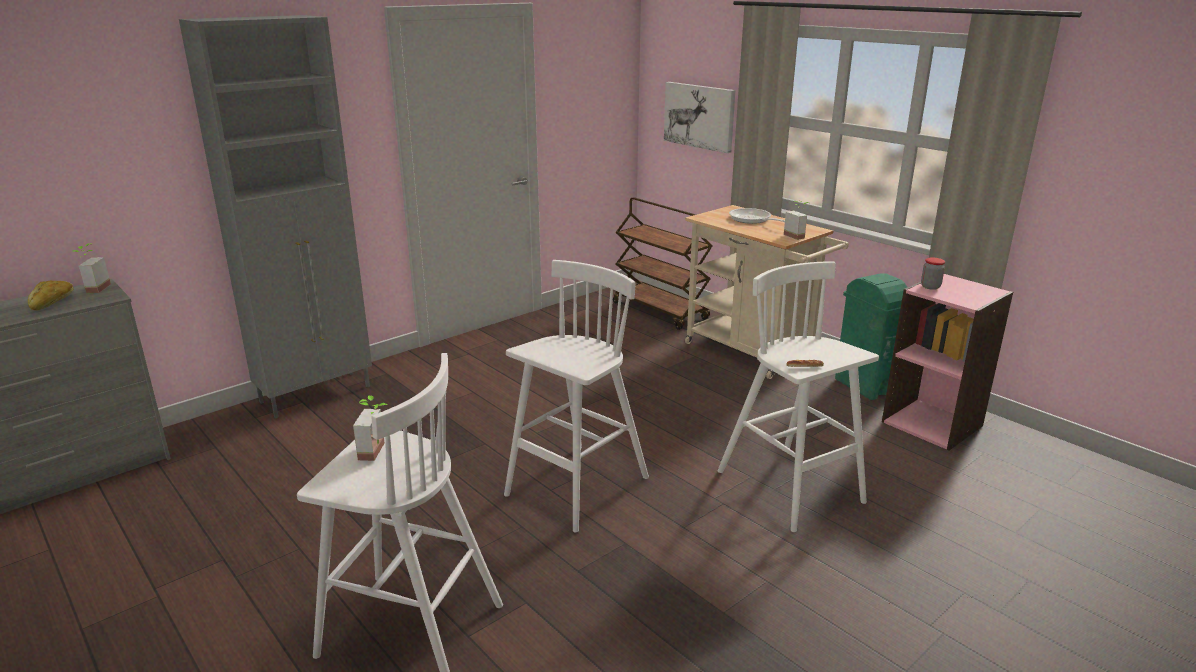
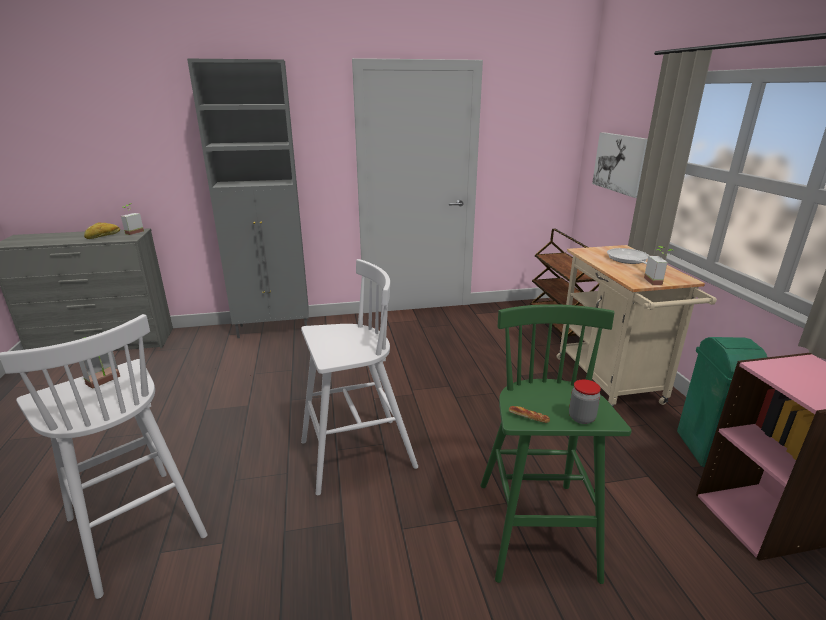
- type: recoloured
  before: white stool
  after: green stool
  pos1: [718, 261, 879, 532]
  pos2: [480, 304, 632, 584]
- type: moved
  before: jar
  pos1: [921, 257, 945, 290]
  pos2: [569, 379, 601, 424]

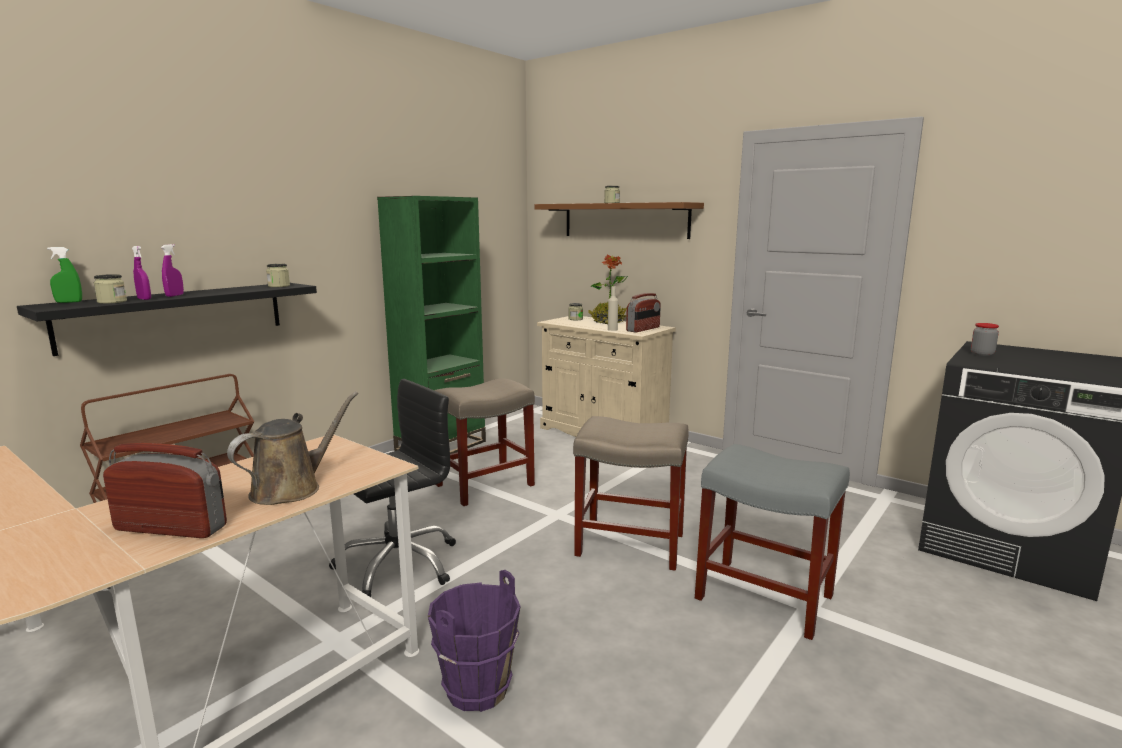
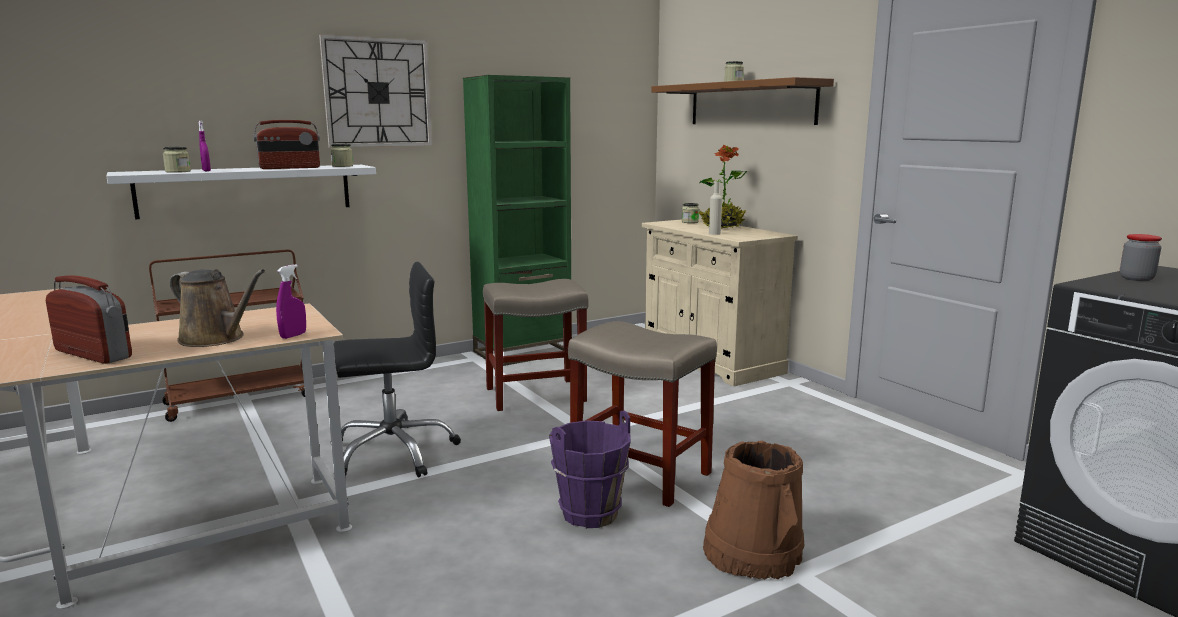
- type: recoloured
  before: black shelf
  after: white shelf
  pos1: [17, 283, 317, 356]
  pos2: [106, 165, 376, 220]
- type: removed
  before: green spray bottle
  pos1: [47, 247, 82, 303]
- type: moved
  before: purple spray bottle
  pos1: [161, 244, 184, 297]
  pos2: [276, 264, 306, 339]
- type: turned
  before: brown watering can
  pos1: [227, 392, 358, 505]
  pos2: [170, 269, 265, 347]
  turn: 60
- type: moved
  before: purple bucket
  pos1: [428, 570, 521, 712]
  pos2: [549, 410, 631, 528]
- type: moved
  before: radio
  pos1: [626, 293, 661, 332]
  pos2: [253, 120, 320, 169]
- type: replaced
  before: grey stool
  after: brown bucket
  pos1: [695, 444, 850, 640]
  pos2: [703, 440, 804, 580]
- type: added
  after: wall clock
  pos2: [319, 34, 432, 148]

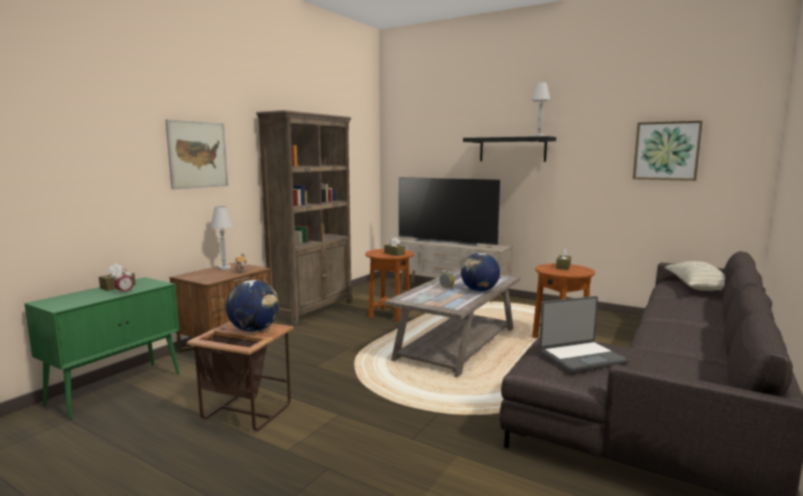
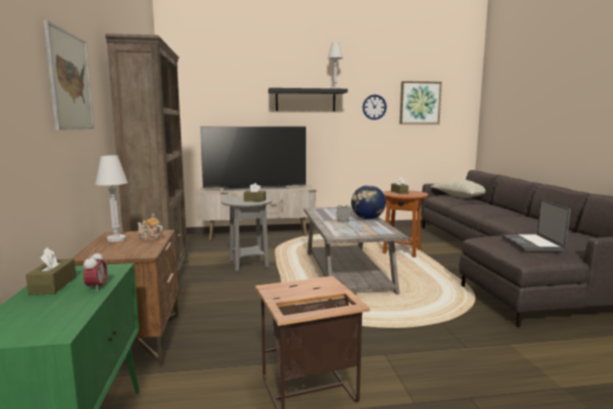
- type: removed
  before: globe
  pos1: [226, 280, 279, 332]
- type: recoloured
  before: brown side table
  after: grey side table
  pos1: [365, 249, 414, 322]
  pos2: [221, 196, 272, 271]
- type: turned
  before: laptop
  pos1: [539, 296, 629, 372]
  pos2: [502, 200, 571, 251]
  turn: 150
- type: added
  after: wall clock
  pos2: [362, 94, 387, 120]

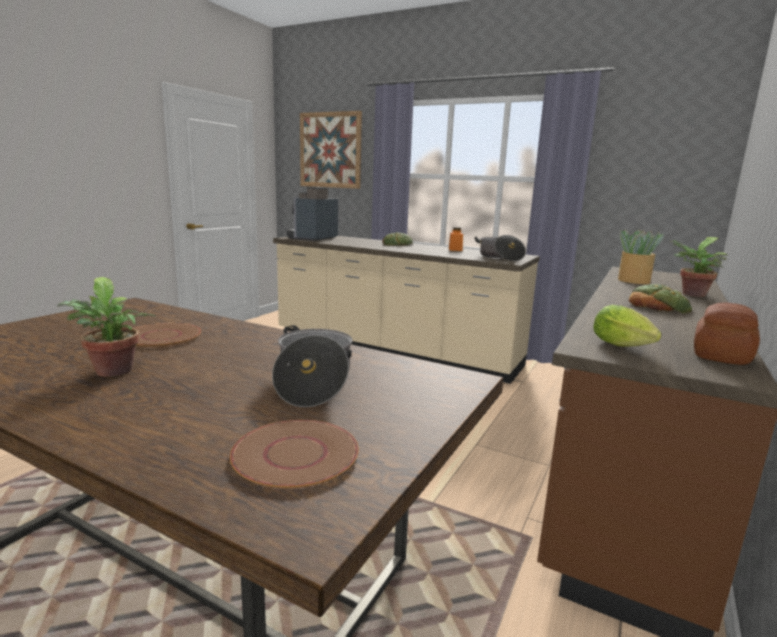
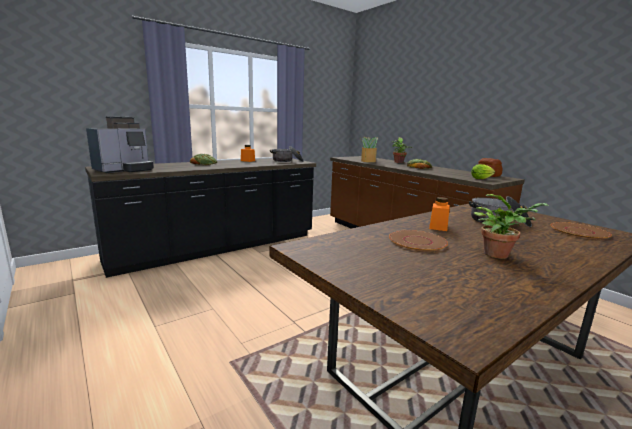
- type: recoloured
  before: beige counter
  after: black counter
  pos1: [273, 236, 540, 384]
  pos2: [85, 158, 316, 278]
- type: turned
  before: coffee machine
  pos1: [287, 187, 338, 241]
  pos2: [86, 116, 154, 173]
  turn: -105
- type: removed
  before: picture
  pos1: [300, 111, 362, 189]
- type: added
  after: orange jar
  pos2: [429, 197, 449, 231]

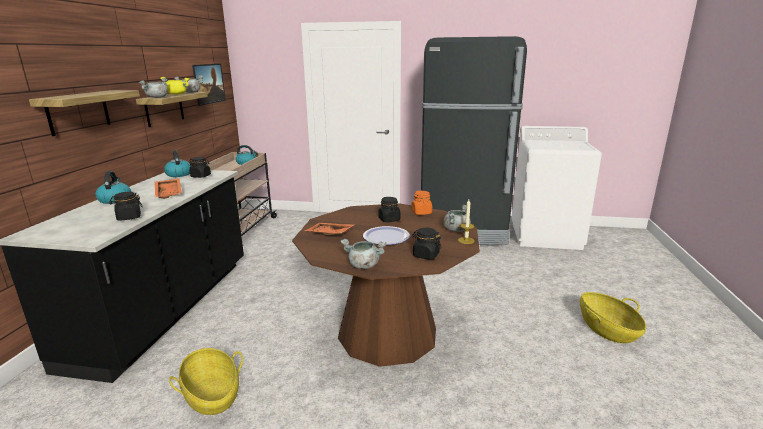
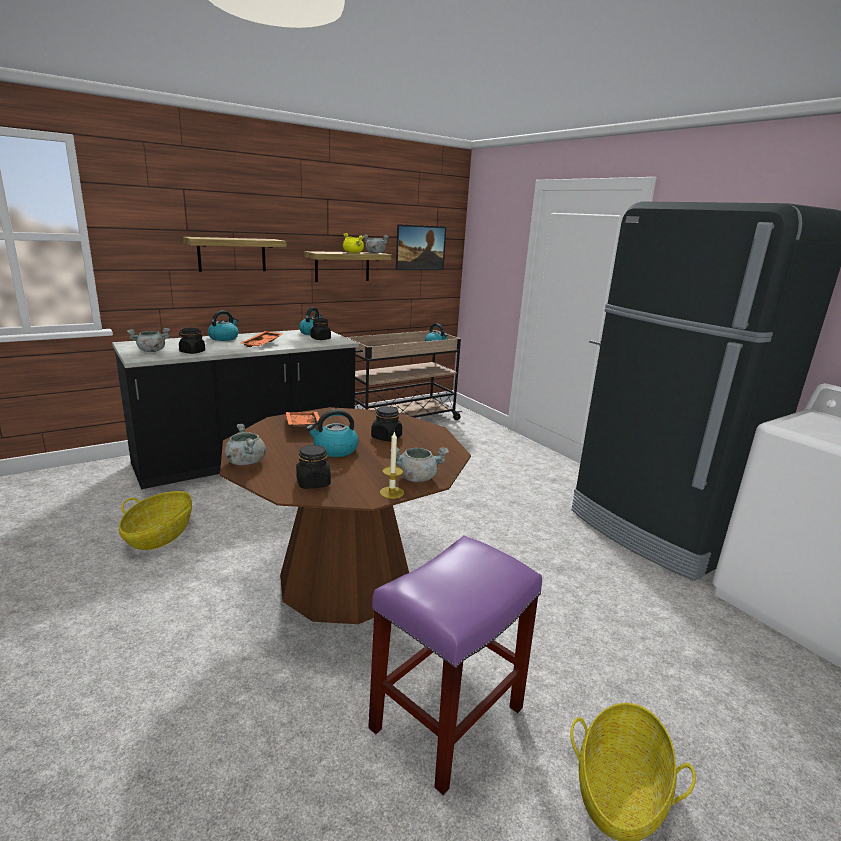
- type: moved
  before: grey cooking pot
  pos1: [139, 78, 168, 98]
  pos2: [127, 328, 170, 352]
- type: replaced
  before: plate
  after: kettle
  pos1: [363, 226, 410, 245]
  pos2: [306, 409, 359, 457]
- type: removed
  before: orange jar
  pos1: [411, 191, 432, 215]
- type: added
  after: purple stool
  pos2: [368, 536, 542, 795]

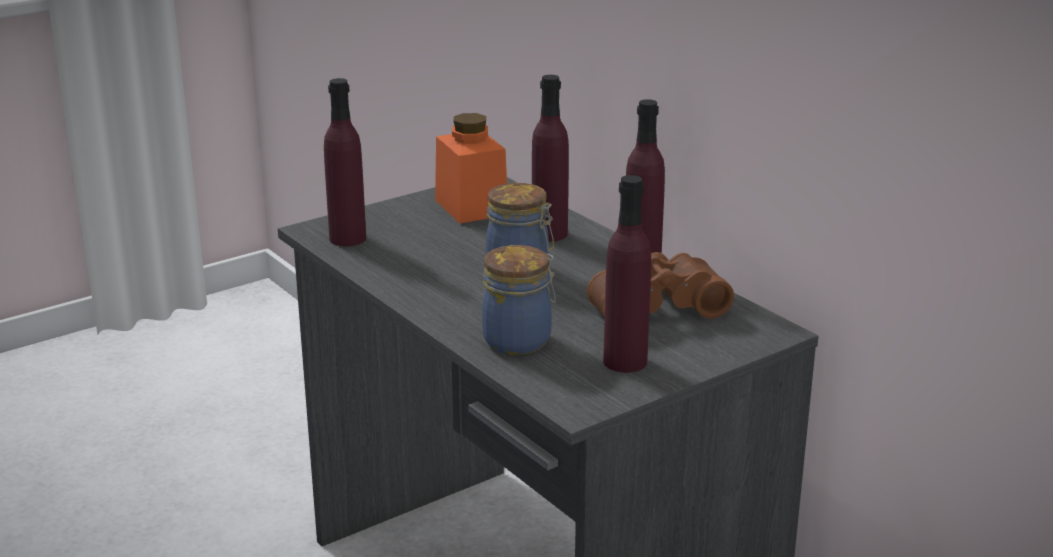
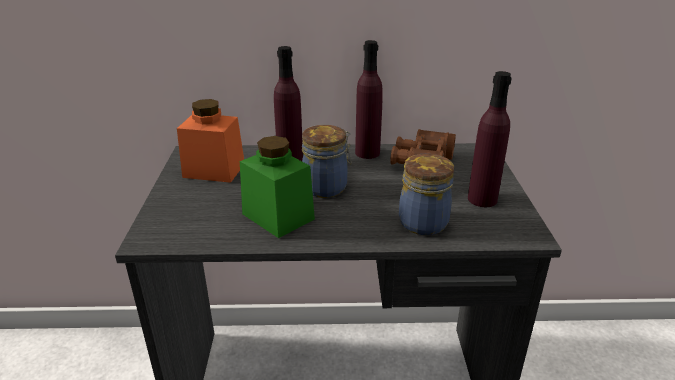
- type: removed
  before: purple bottle
  pos1: [324, 78, 366, 246]
- type: added
  after: green jar
  pos2: [240, 136, 315, 238]

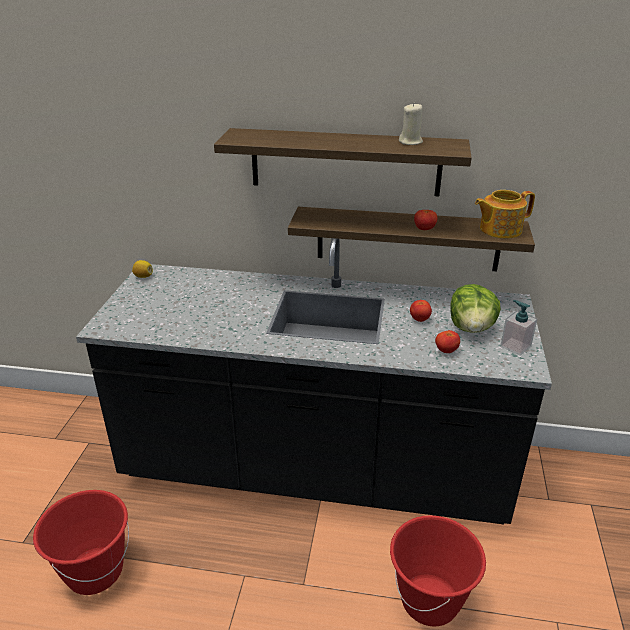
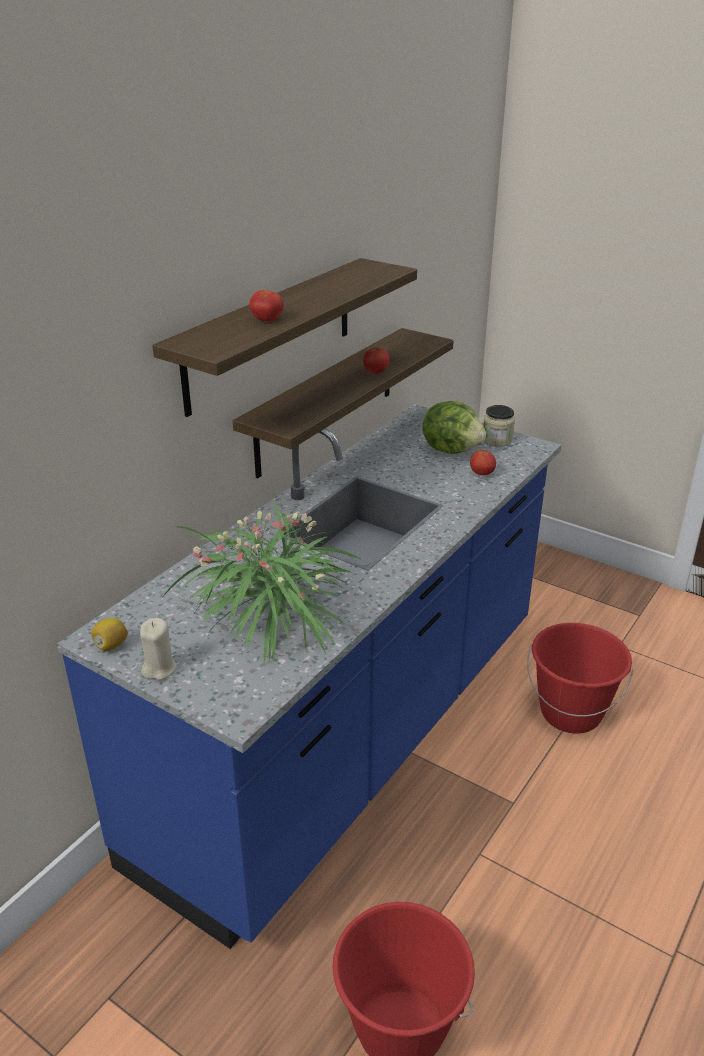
- type: recoloured
  before: black counter
  after: blue counter
  pos1: [76, 238, 552, 524]
  pos2: [57, 404, 562, 949]
- type: moved
  before: beige candle
  pos1: [399, 103, 423, 145]
  pos2: [140, 618, 177, 680]
- type: moved
  before: tomato
  pos1: [410, 300, 432, 322]
  pos2: [249, 290, 284, 322]
- type: removed
  before: teapot
  pos1: [475, 190, 535, 239]
- type: replaced
  before: soap dispenser
  after: jar
  pos1: [500, 300, 538, 356]
  pos2: [483, 405, 515, 447]
- type: added
  after: potted plant
  pos2: [163, 500, 362, 664]

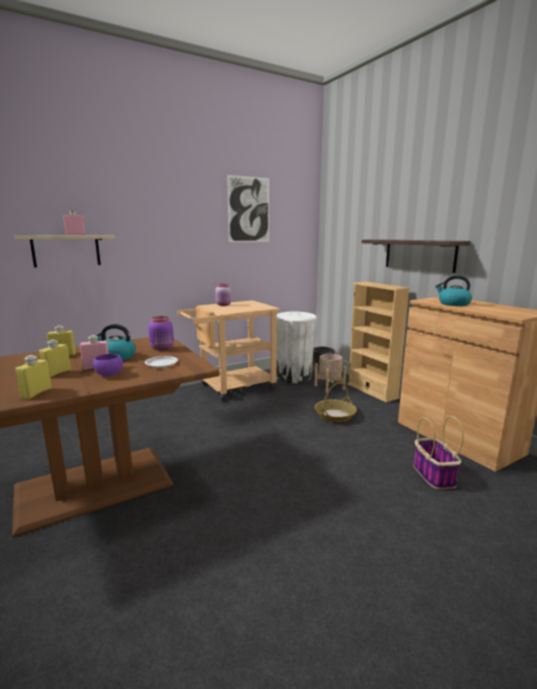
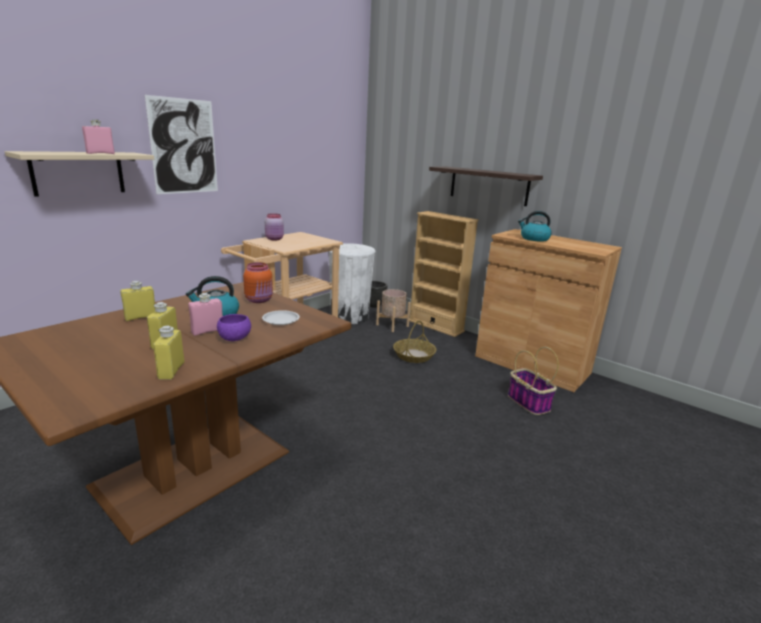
- type: recoloured
  before: purple jar
  after: orange jar
  pos1: [148, 316, 174, 350]
  pos2: [243, 262, 273, 303]
- type: moved
  before: picture
  pos1: [227, 175, 269, 242]
  pos2: [145, 95, 218, 194]

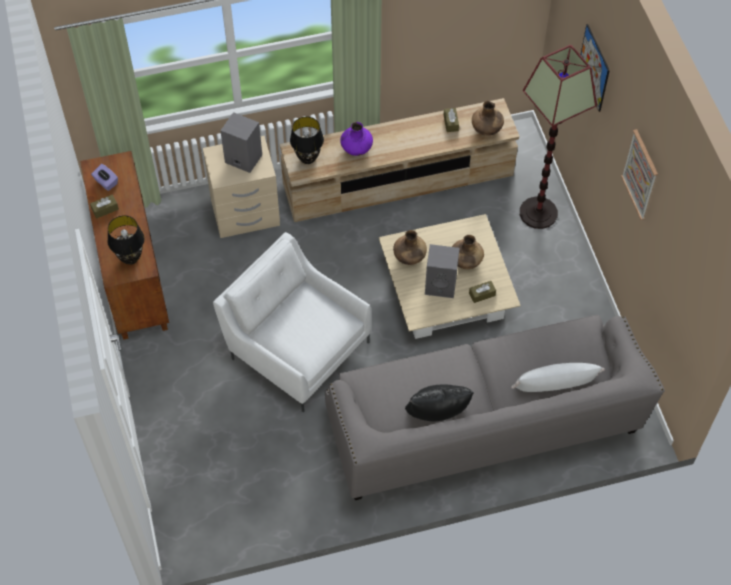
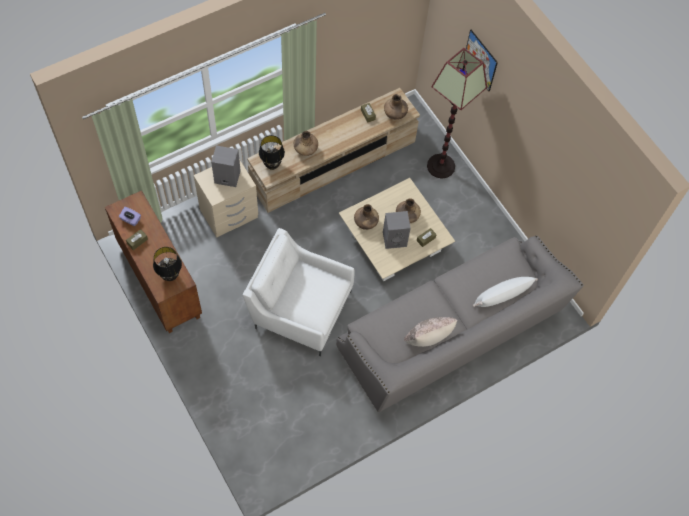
- type: recoloured
  before: purple vase
  after: brown vase
  pos1: [340, 122, 373, 156]
  pos2: [294, 131, 318, 156]
- type: recoloured
  before: black pillow
  after: beige pillow
  pos1: [405, 384, 474, 422]
  pos2: [404, 317, 458, 347]
- type: removed
  before: picture
  pos1: [621, 129, 658, 220]

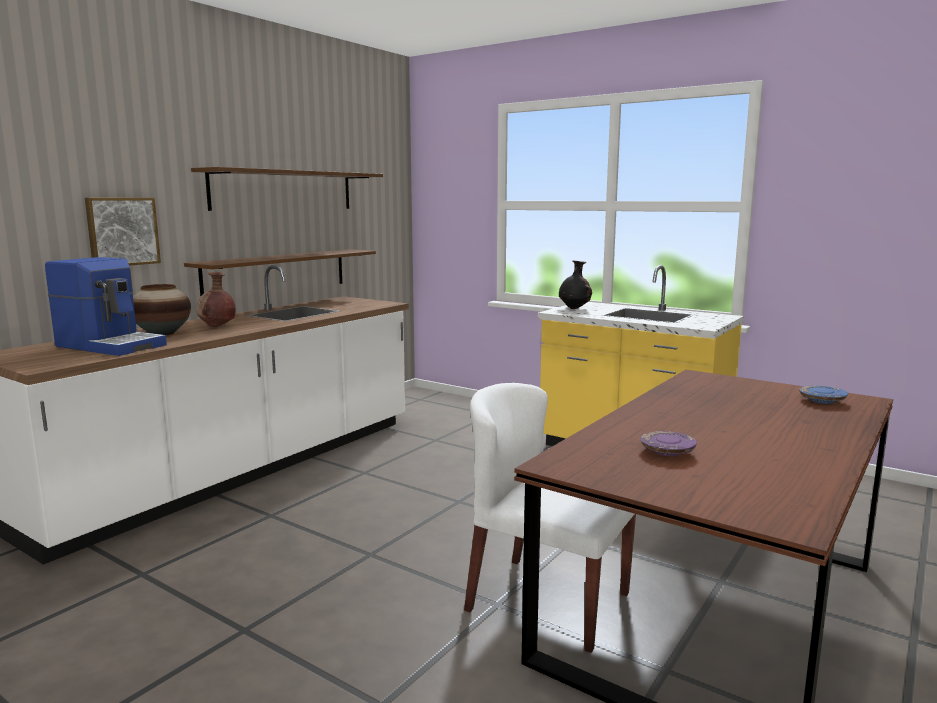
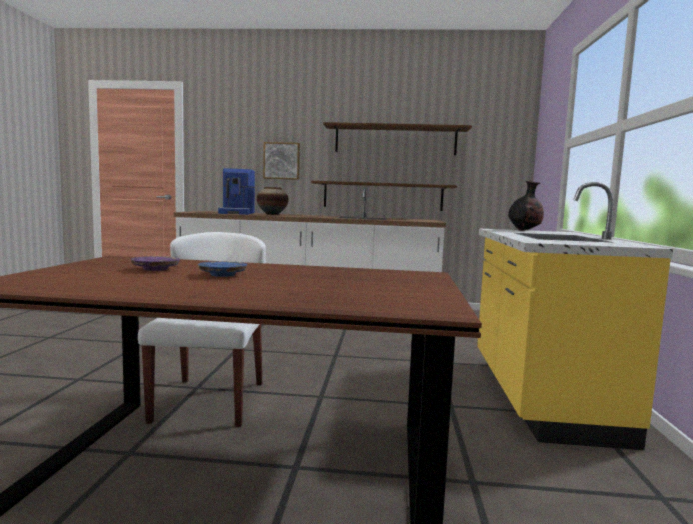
- type: removed
  before: brown vase
  pos1: [196, 272, 236, 327]
- type: moved
  before: blue plate
  pos1: [799, 386, 848, 404]
  pos2: [198, 261, 247, 277]

